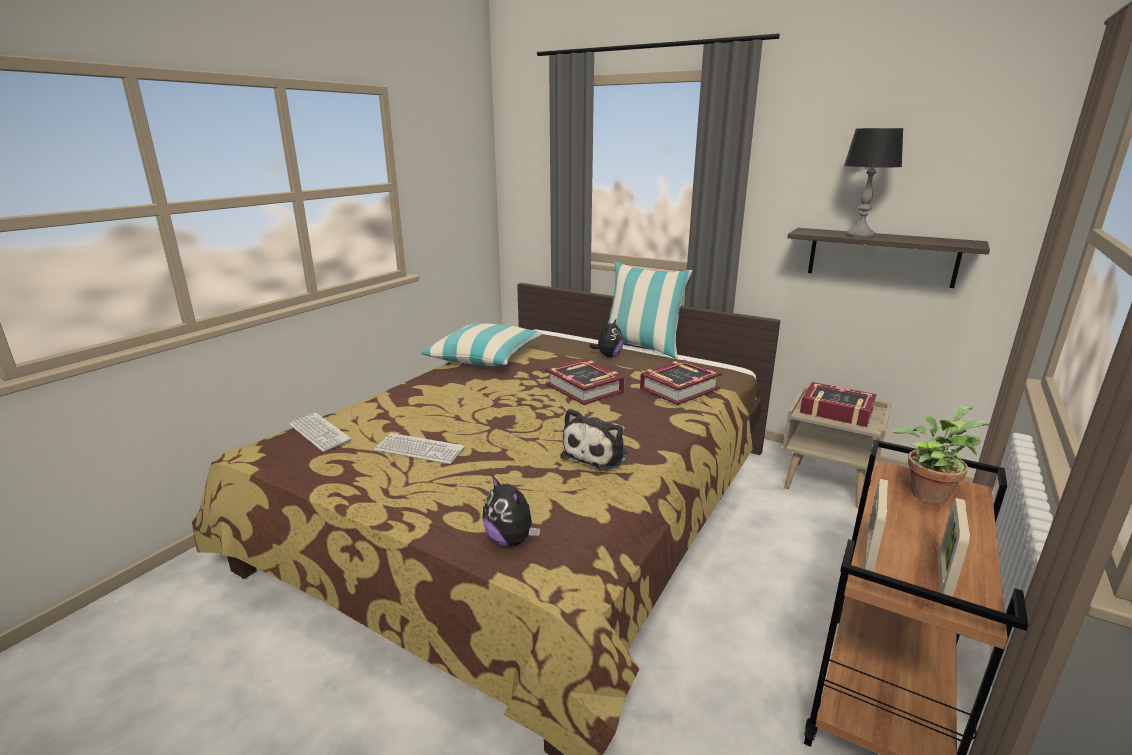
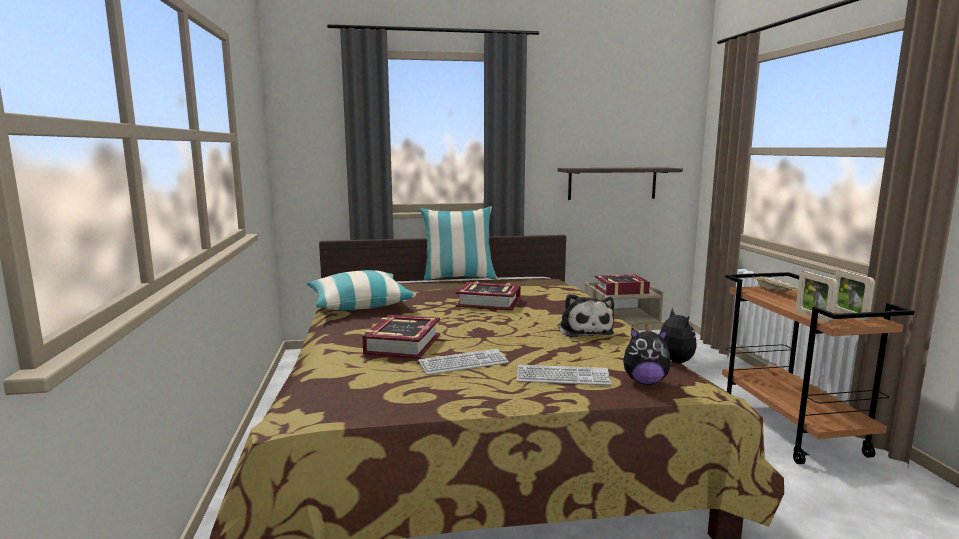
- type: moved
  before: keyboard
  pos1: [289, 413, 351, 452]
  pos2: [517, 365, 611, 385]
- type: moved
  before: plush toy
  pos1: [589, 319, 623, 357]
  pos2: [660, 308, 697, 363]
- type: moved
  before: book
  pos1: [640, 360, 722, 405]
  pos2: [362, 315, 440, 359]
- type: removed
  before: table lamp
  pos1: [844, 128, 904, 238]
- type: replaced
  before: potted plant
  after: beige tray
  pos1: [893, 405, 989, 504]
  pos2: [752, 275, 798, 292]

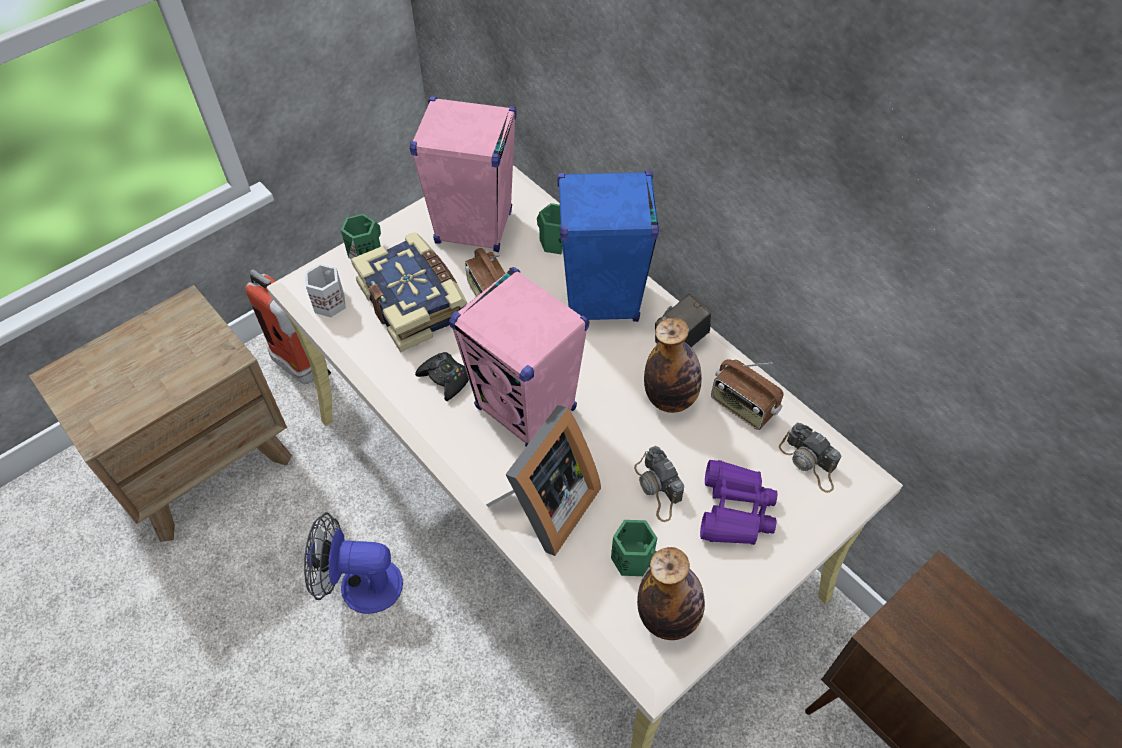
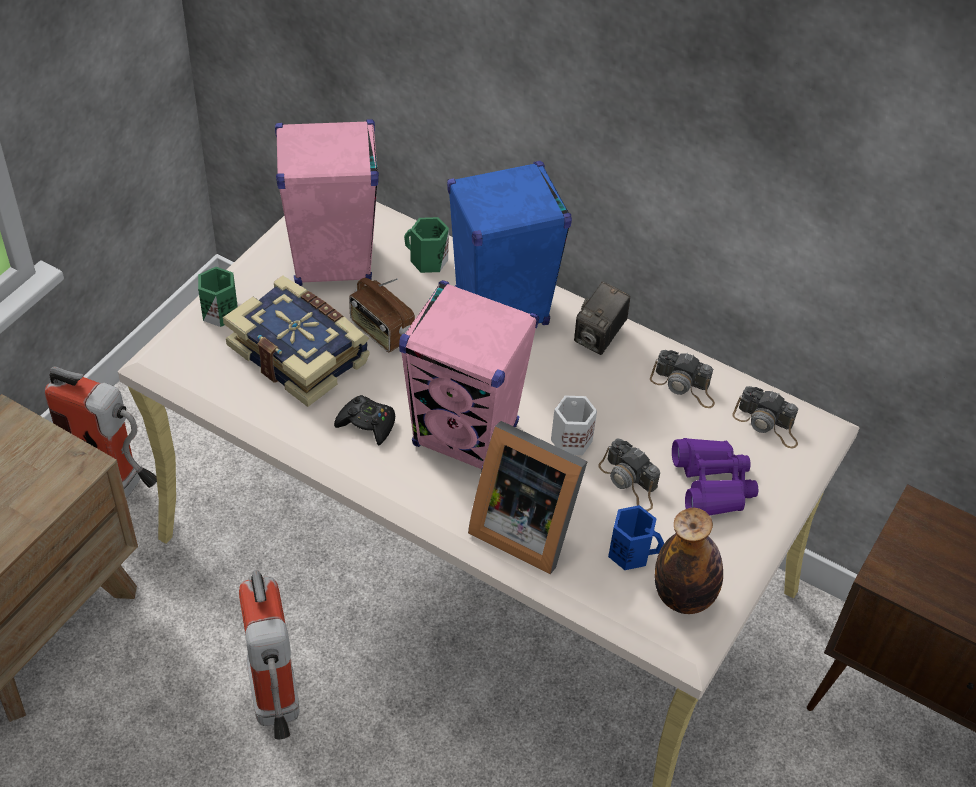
- type: replaced
  before: fan
  after: fire extinguisher
  pos1: [304, 512, 403, 614]
  pos2: [239, 570, 300, 739]
- type: moved
  before: white mug
  pos1: [305, 264, 346, 317]
  pos2: [551, 396, 597, 455]
- type: turned
  before: picture frame
  pos1: [486, 405, 601, 556]
  pos2: [468, 421, 588, 574]
  turn: 105
- type: recoloured
  before: green mug
  after: blue mug
  pos1: [611, 520, 657, 576]
  pos2: [608, 505, 664, 570]
- type: removed
  before: bottle
  pos1: [644, 318, 702, 413]
- type: replaced
  before: radio
  after: photo camera
  pos1: [711, 359, 784, 430]
  pos2: [650, 350, 715, 408]

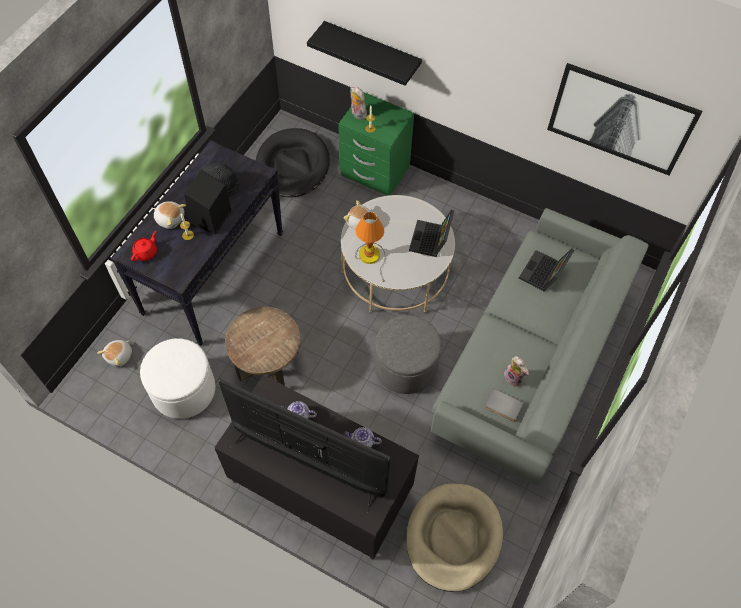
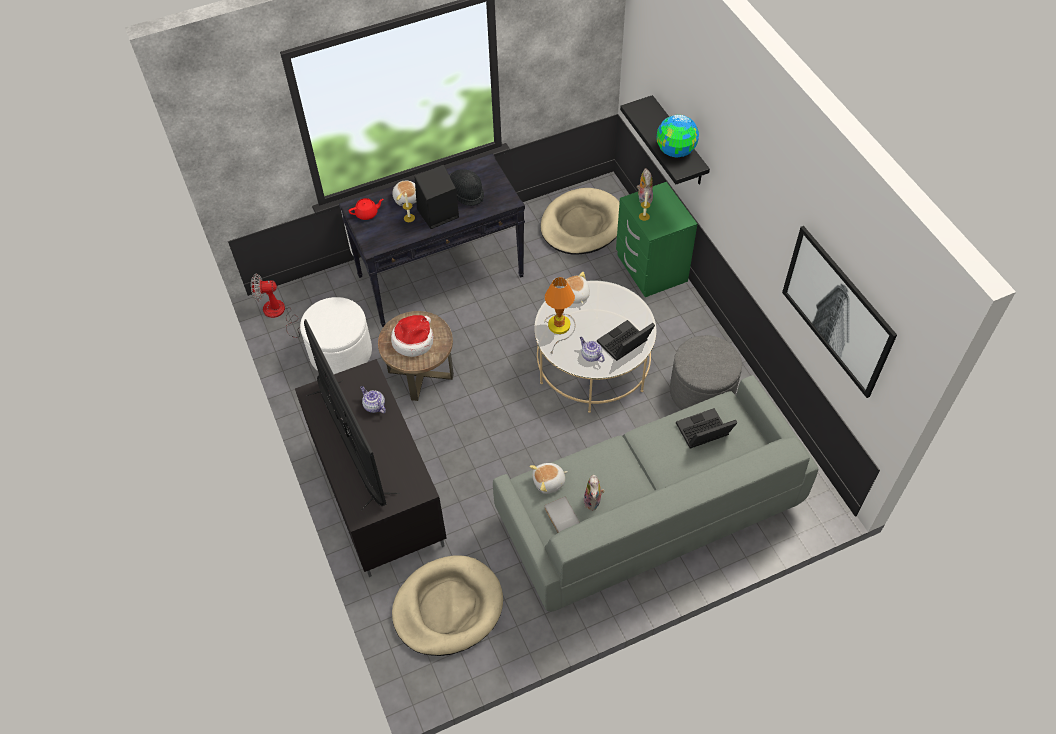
- type: moved
  before: plush toy
  pos1: [97, 340, 132, 367]
  pos2: [530, 463, 568, 494]
- type: recoloured
  before: black dog bed
  after: beige dog bed
  pos1: [256, 128, 330, 197]
  pos2: [540, 188, 620, 255]
- type: moved
  before: teapot
  pos1: [344, 427, 382, 448]
  pos2: [580, 337, 605, 362]
- type: moved
  before: grey ottoman
  pos1: [374, 315, 441, 394]
  pos2: [670, 335, 742, 410]
- type: added
  after: fan
  pos2: [251, 274, 300, 338]
- type: added
  after: hat
  pos2: [391, 315, 433, 357]
- type: added
  after: globe
  pos2: [656, 115, 699, 157]

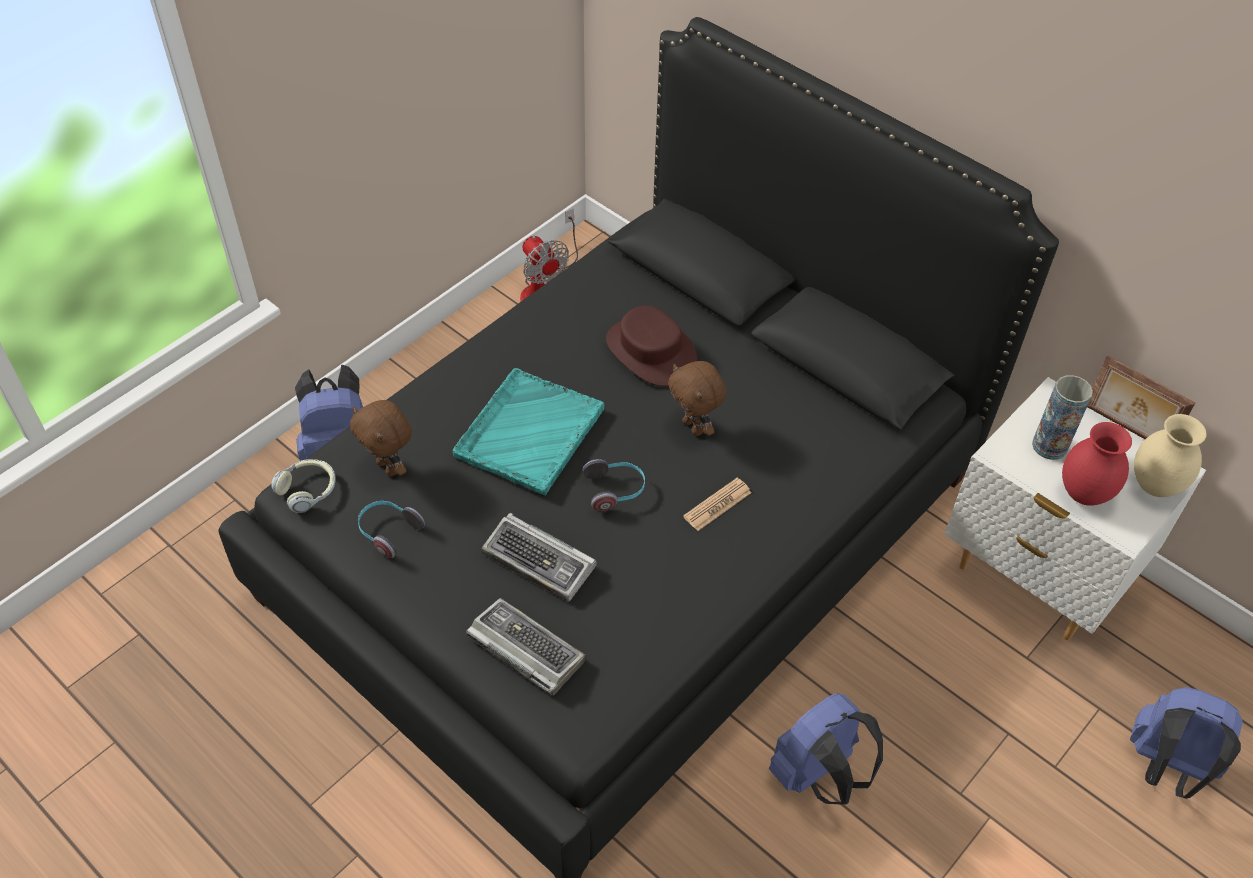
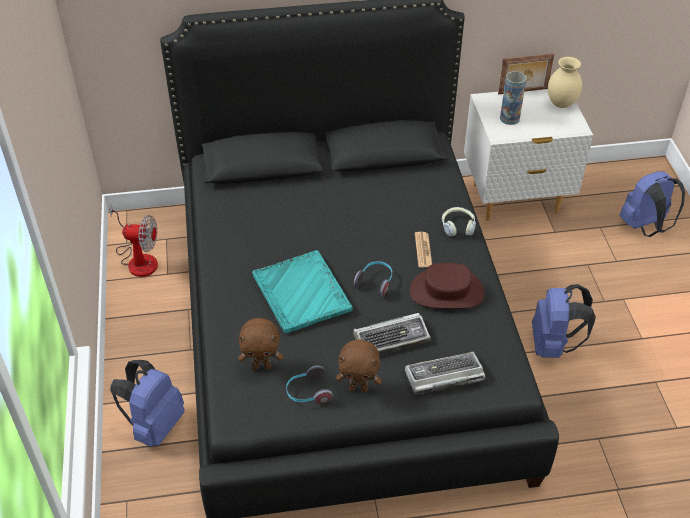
- type: moved
  before: headphones
  pos1: [271, 459, 336, 513]
  pos2: [442, 207, 476, 236]
- type: moved
  before: brown hat
  pos1: [606, 306, 697, 386]
  pos2: [410, 263, 484, 309]
- type: moved
  before: brown plush toy
  pos1: [668, 361, 727, 436]
  pos2: [336, 339, 381, 392]
- type: removed
  before: red vase
  pos1: [1062, 422, 1132, 506]

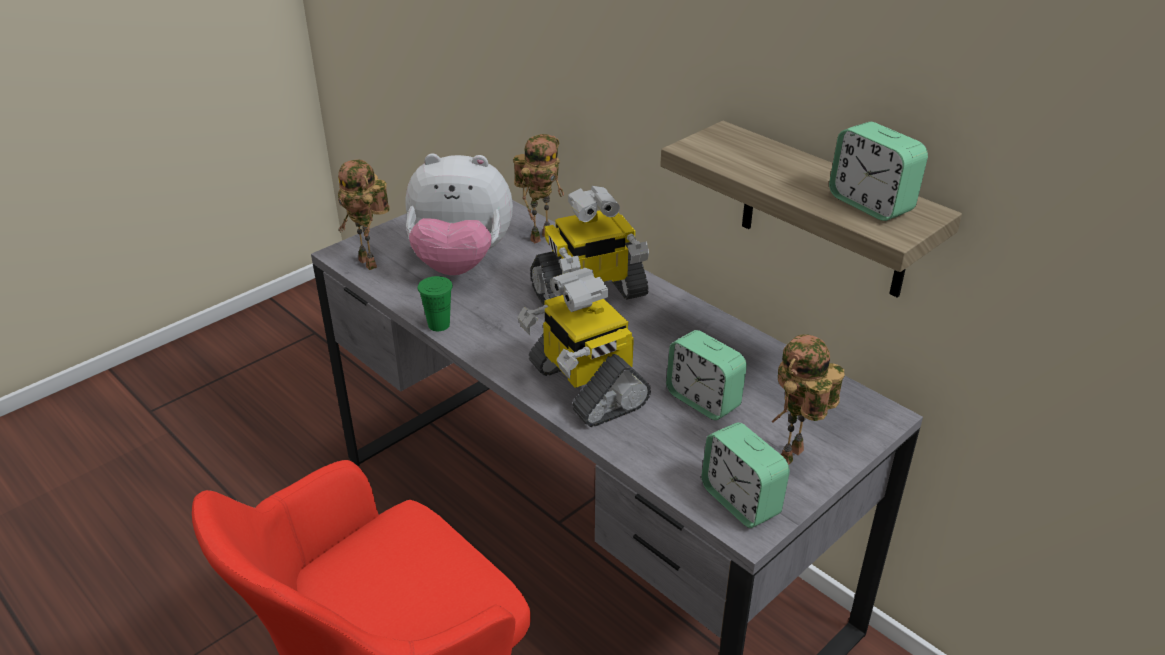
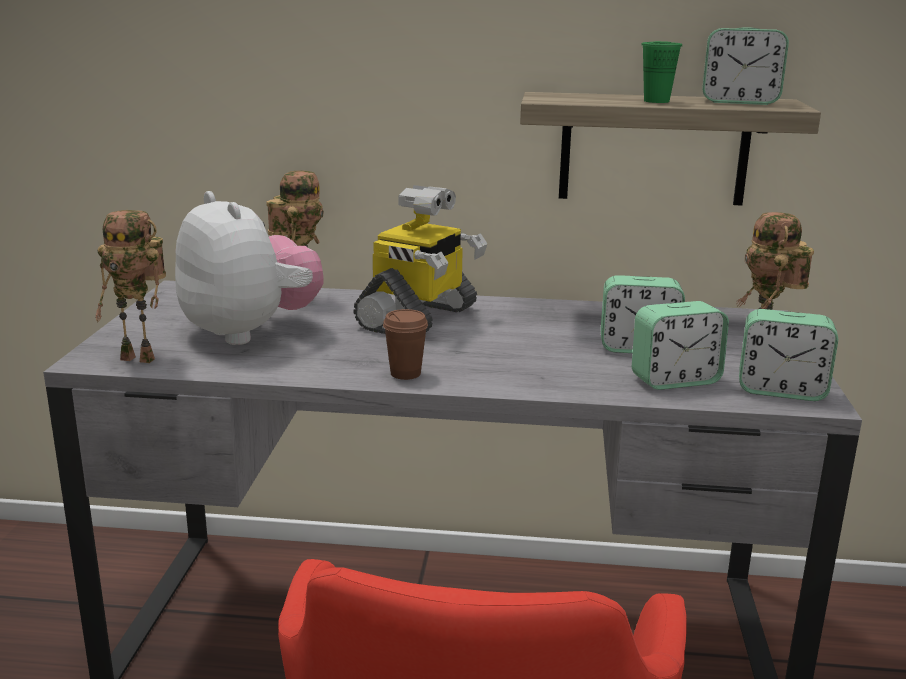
- type: turned
  before: plush toy
  pos1: [406, 154, 513, 276]
  pos2: [175, 191, 324, 345]
  turn: -90
- type: moved
  before: green cup
  pos1: [418, 276, 453, 331]
  pos2: [641, 41, 682, 103]
- type: removed
  before: toy robot
  pos1: [517, 268, 651, 427]
- type: added
  after: brown cup
  pos2: [383, 309, 428, 380]
- type: added
  after: alarm clock
  pos2: [632, 301, 729, 390]

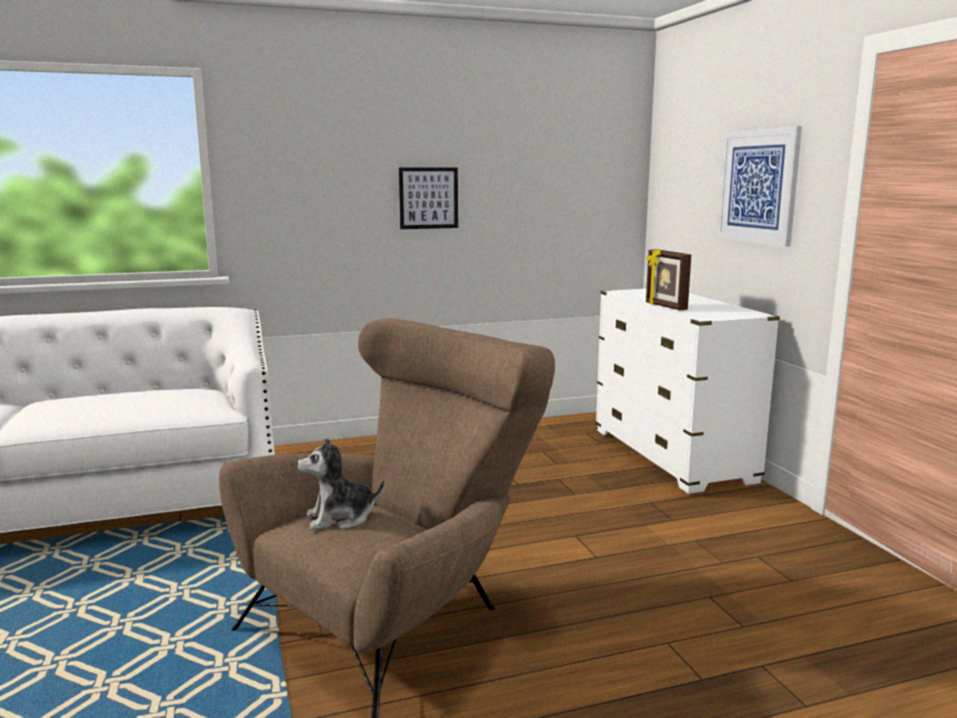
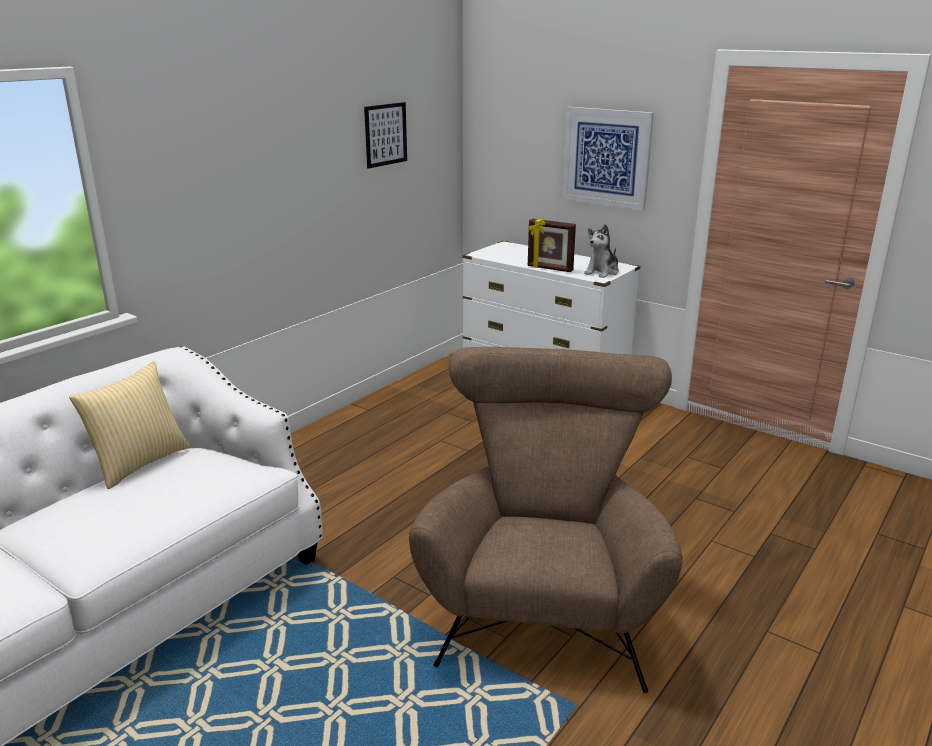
- type: moved
  before: plush toy
  pos1: [297, 438, 385, 530]
  pos2: [584, 224, 619, 278]
- type: moved
  before: picture
  pos1: [399, 168, 458, 229]
  pos2: [364, 102, 407, 168]
- type: added
  after: pillow
  pos2: [69, 361, 190, 489]

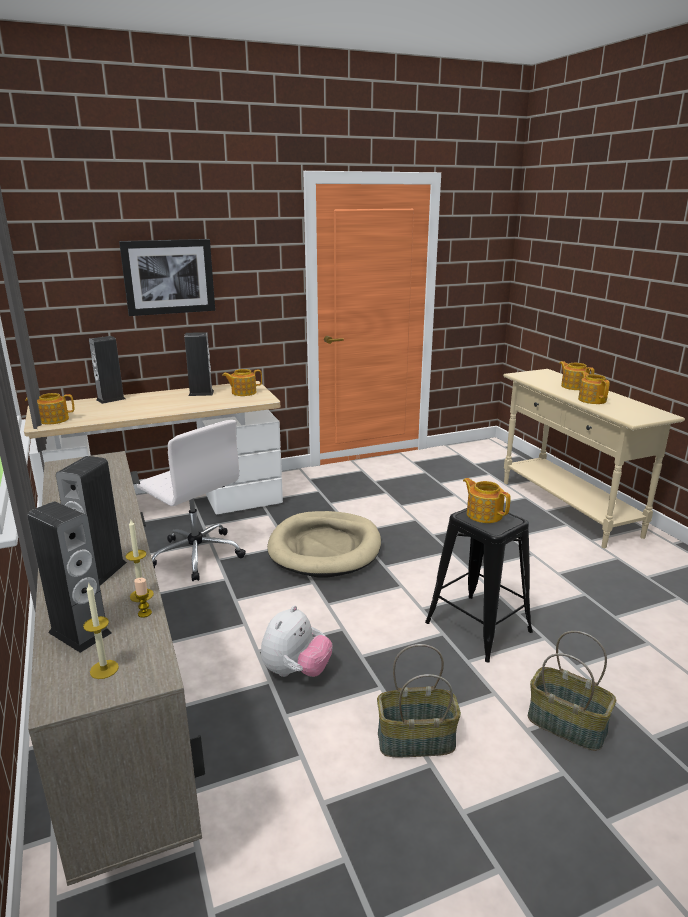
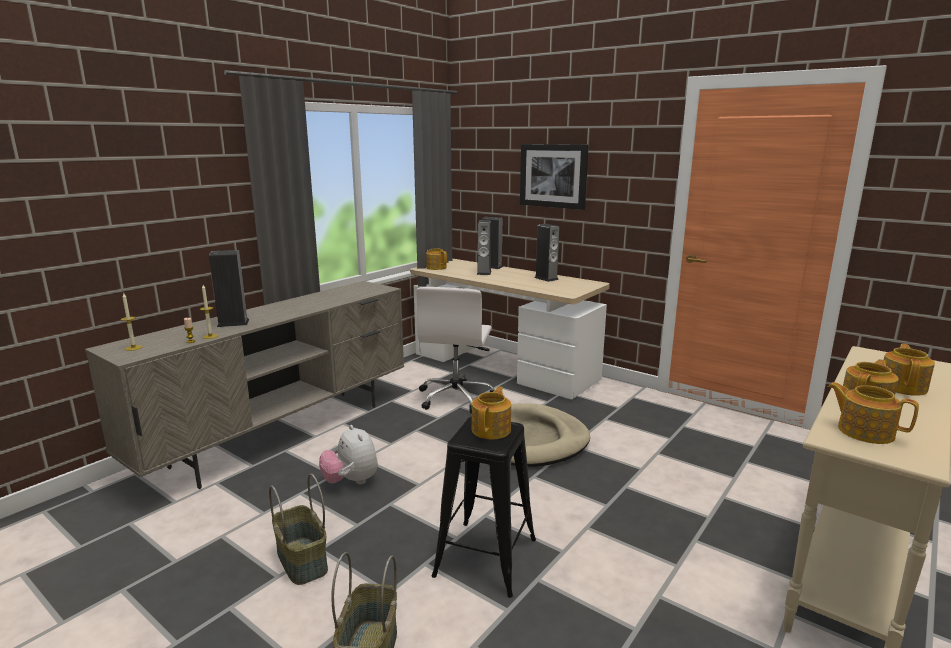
- type: moved
  before: speaker
  pos1: [28, 501, 112, 653]
  pos2: [477, 220, 491, 275]
- type: moved
  before: teapot
  pos1: [222, 369, 262, 396]
  pos2: [828, 382, 919, 444]
- type: turned
  before: plush toy
  pos1: [261, 605, 332, 677]
  pos2: [319, 425, 378, 484]
  turn: 60

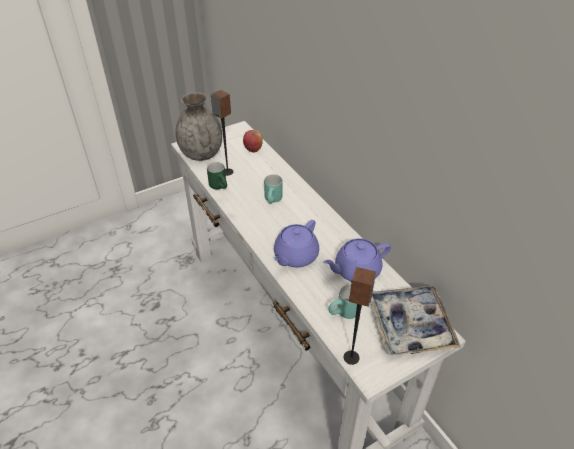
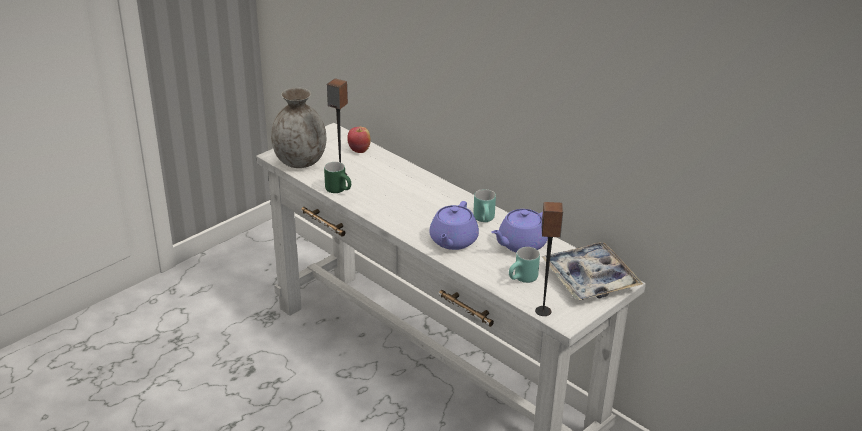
- type: moved
  before: turquoise mug
  pos1: [264, 174, 283, 204]
  pos2: [473, 189, 496, 222]

